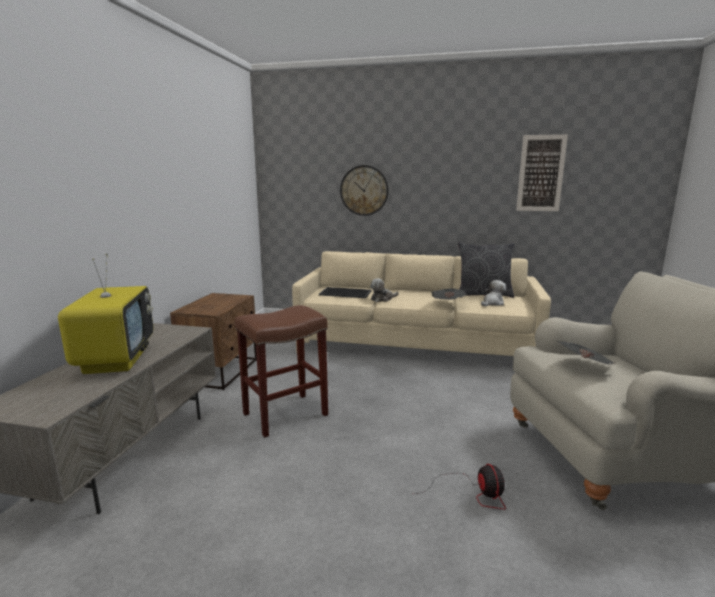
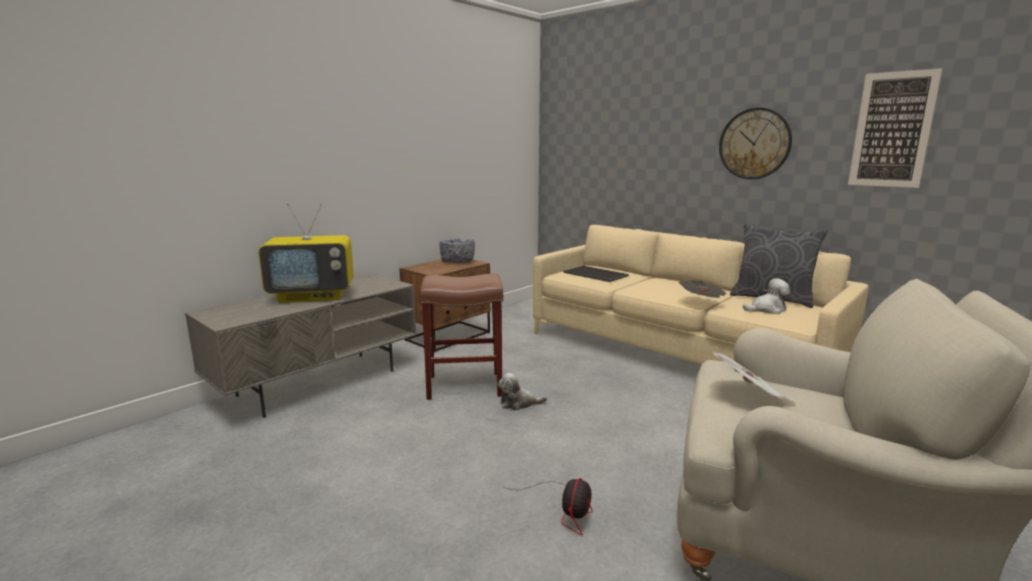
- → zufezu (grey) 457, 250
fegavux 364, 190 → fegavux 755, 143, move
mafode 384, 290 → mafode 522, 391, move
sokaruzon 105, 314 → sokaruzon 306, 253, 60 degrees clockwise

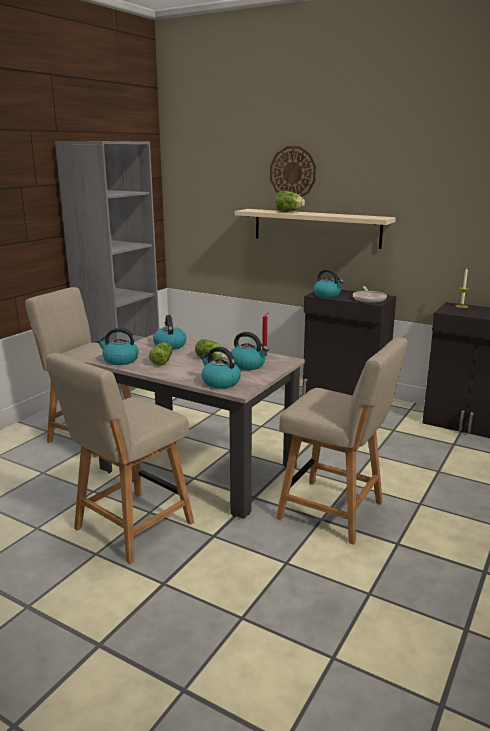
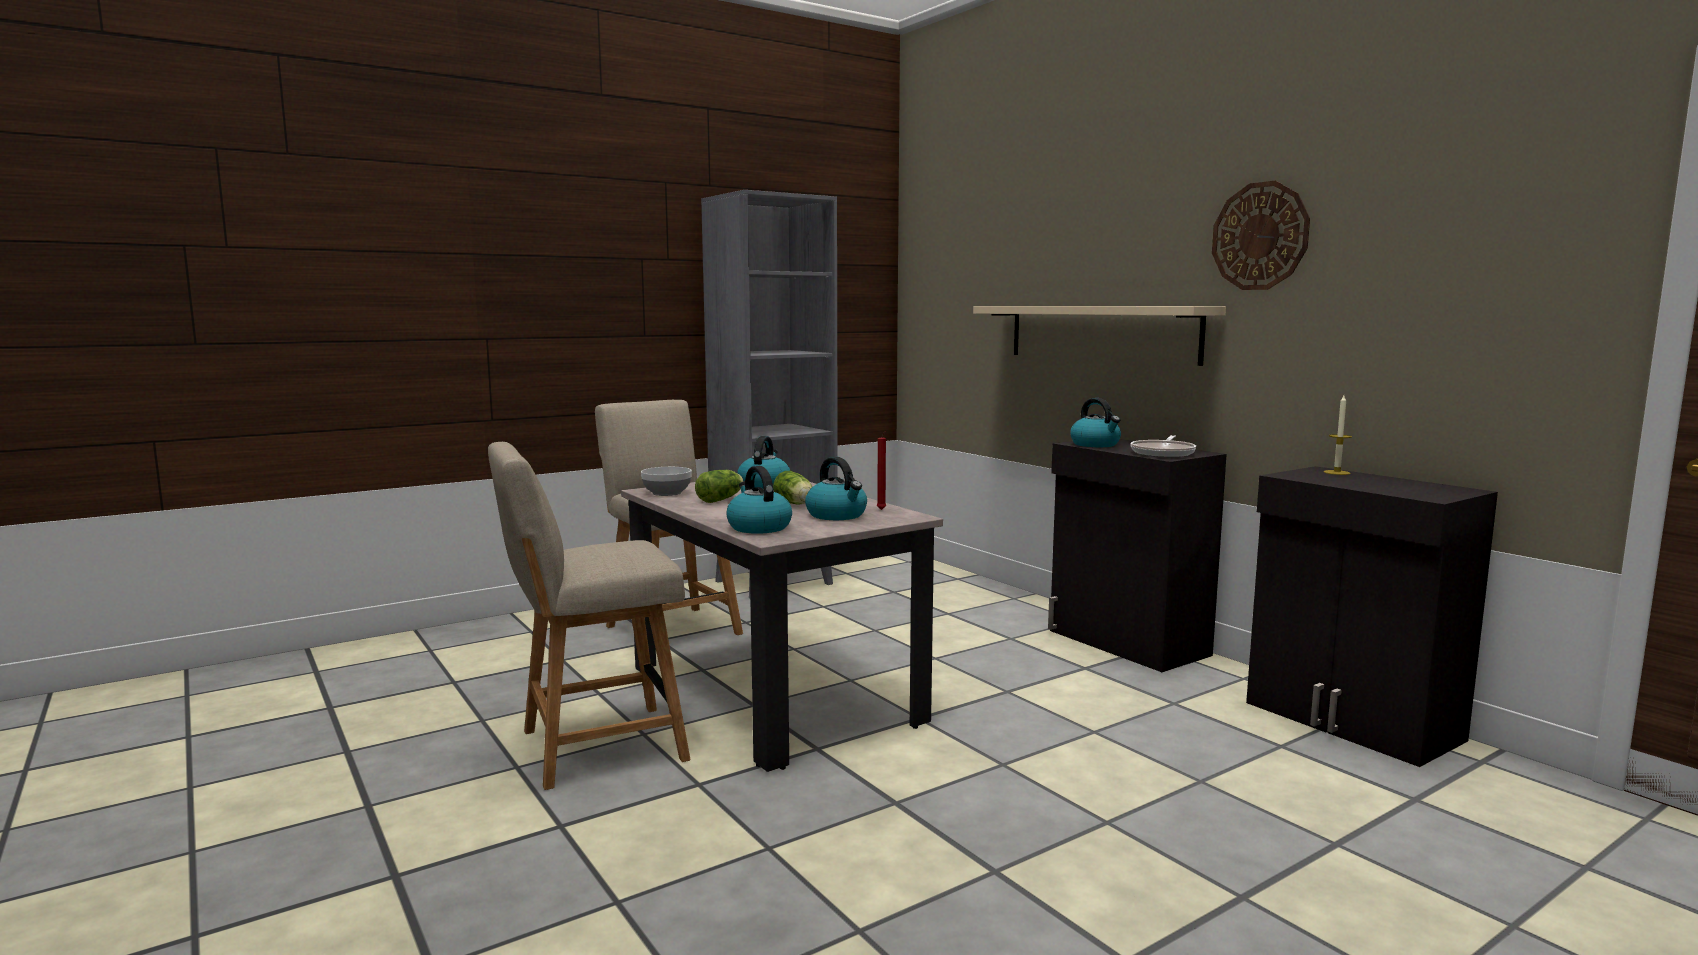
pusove 290, 201 → -
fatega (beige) 342, 441 → -
fegavux 293, 171 → fegavux 1261, 235, move
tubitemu 118, 346 → zufezu 666, 481

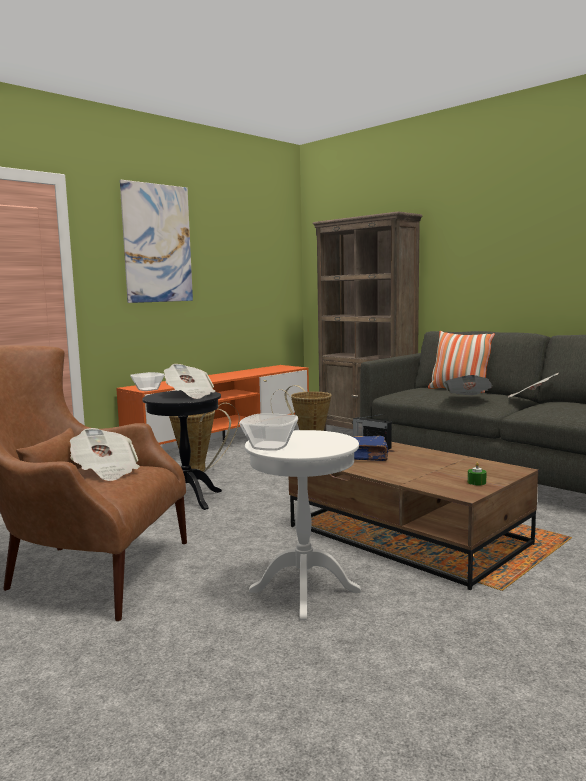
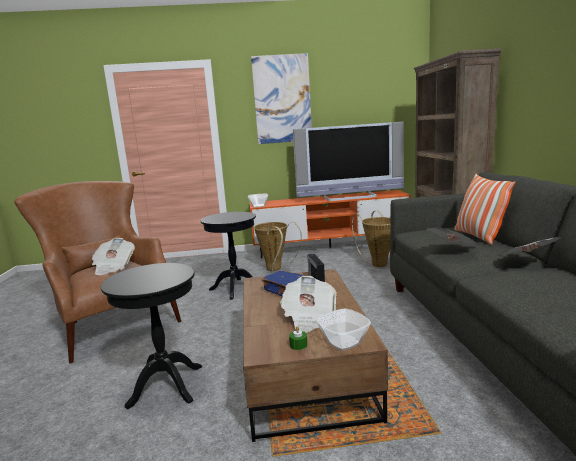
- → sokaruzon 348, 161
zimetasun 189, 381 → zimetasun 308, 304, move
zufezu 268, 432 → zufezu 343, 329, move
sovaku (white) 303, 525 → sovaku (black) 151, 336

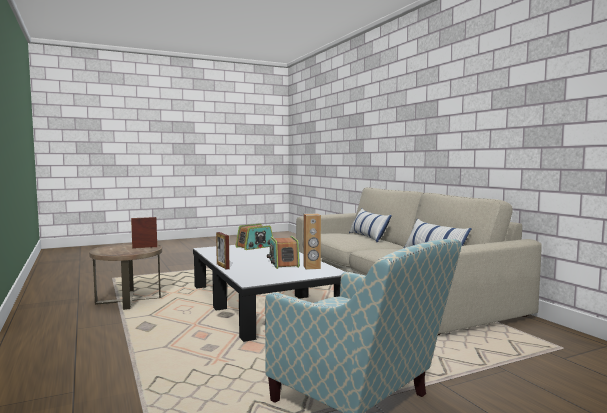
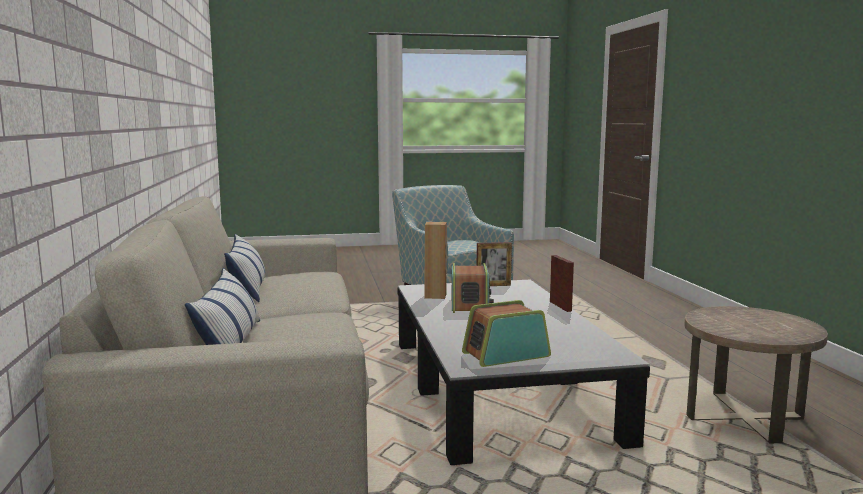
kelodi 144, 233 → kelodi 494, 264, move

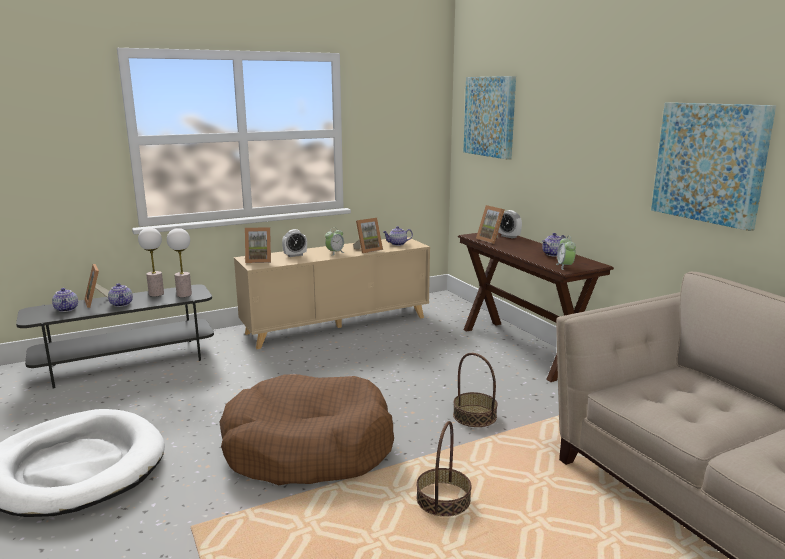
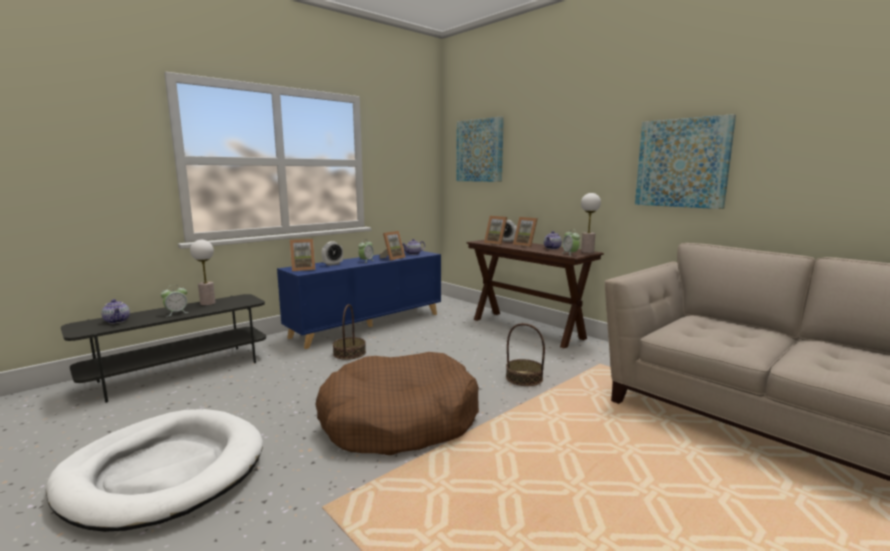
kelodi 96, 286 → kelodi 525, 232, move
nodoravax 179, 262 → nodoravax 591, 223, move
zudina 444, 469 → zudina 349, 332, move
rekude 120, 295 → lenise 174, 300
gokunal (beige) 332, 293 → gokunal (blue) 359, 300

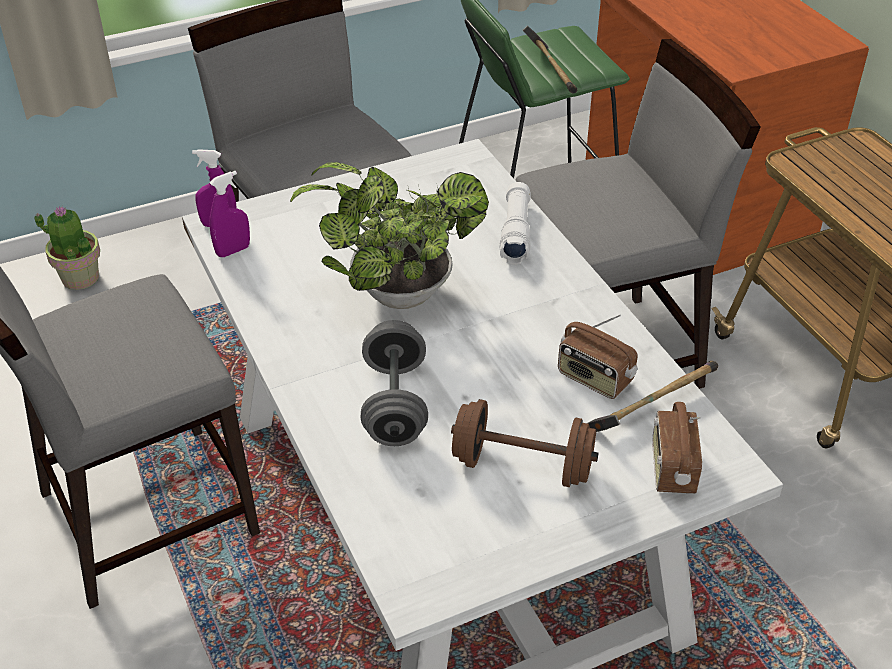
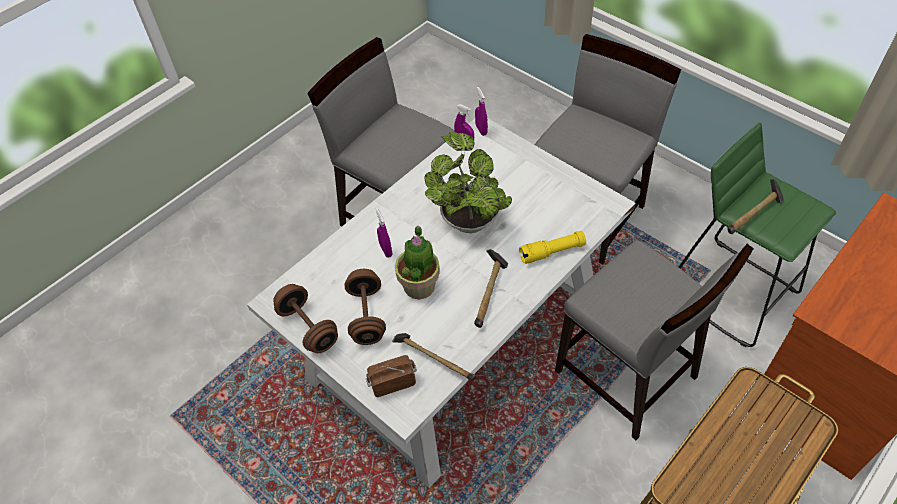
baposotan 598, 357 → -
- → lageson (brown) 305, 318
- → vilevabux 491, 288
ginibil 67, 248 → ginibil 417, 262, move
lageson (grey) 394, 383 → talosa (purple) 384, 233
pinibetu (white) 515, 223 → pinibetu (yellow) 552, 247

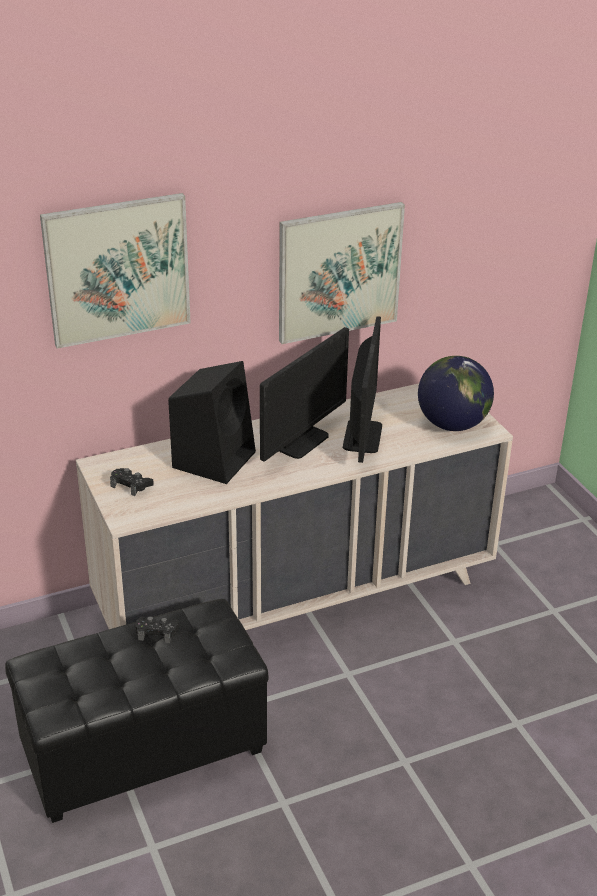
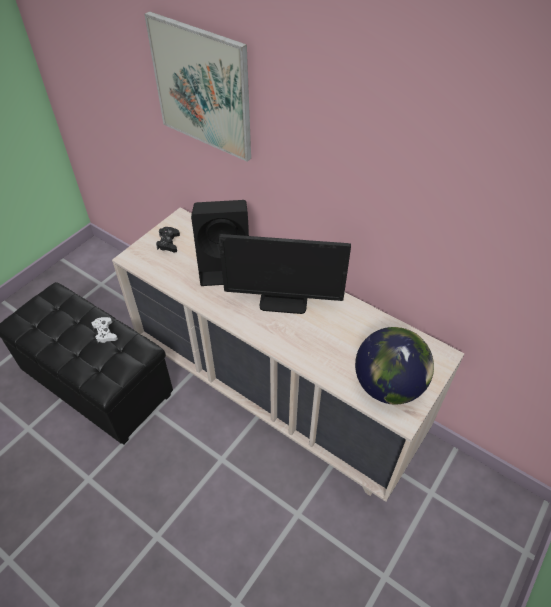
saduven 342, 273 → -
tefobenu 362, 389 → -
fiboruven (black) 157, 629 → fiboruven (white) 104, 330

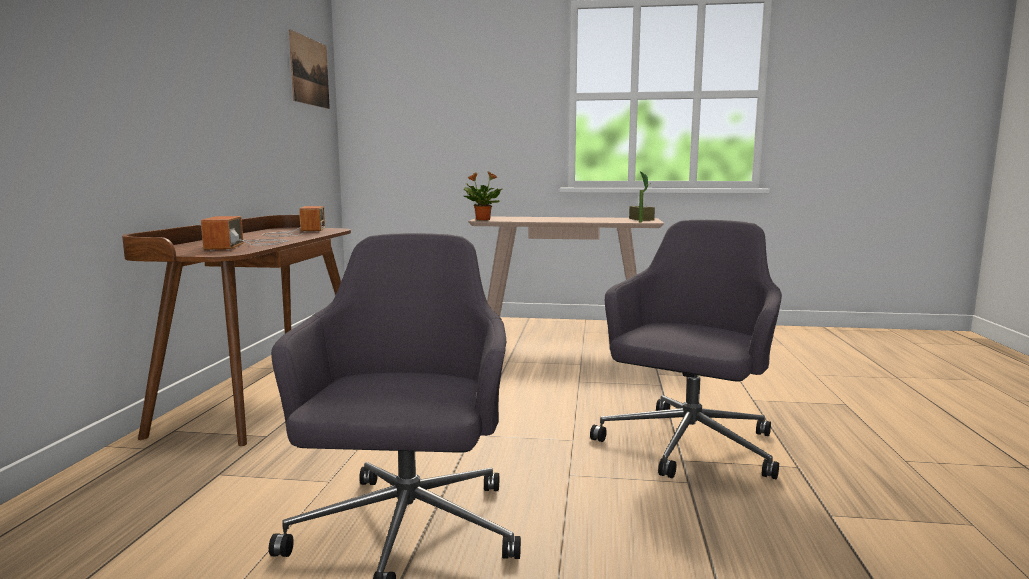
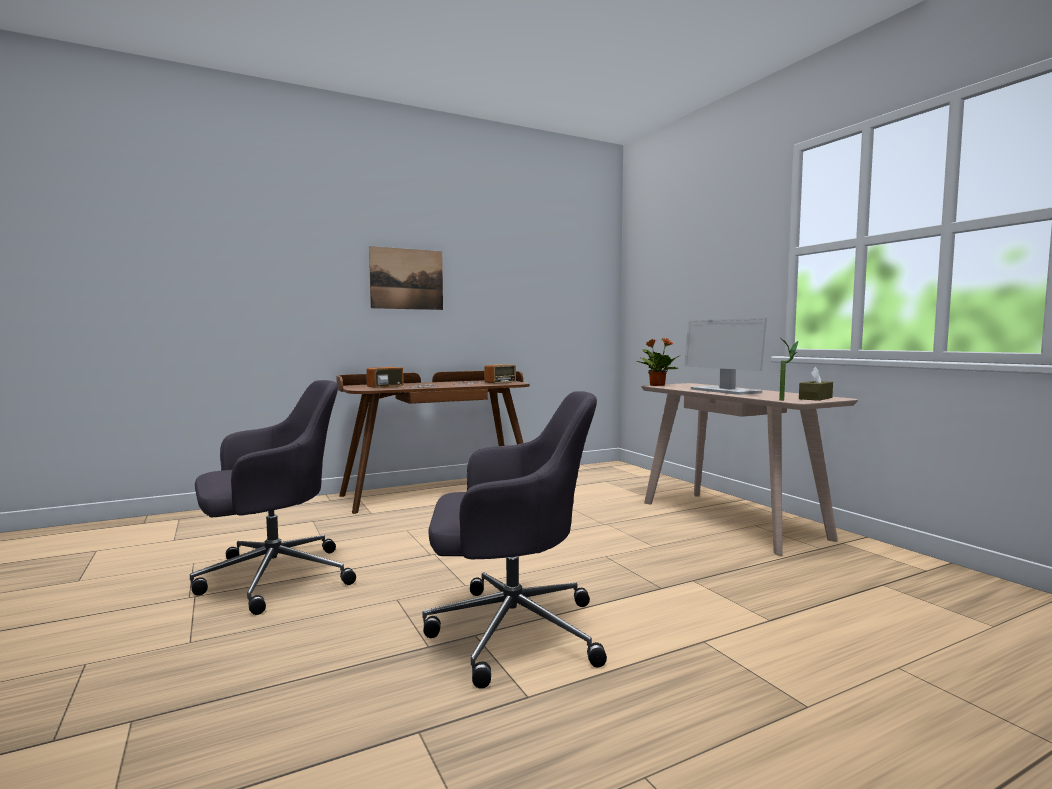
- → tefobenu 725, 356
saduven 309, 69 → saduven 406, 278, move

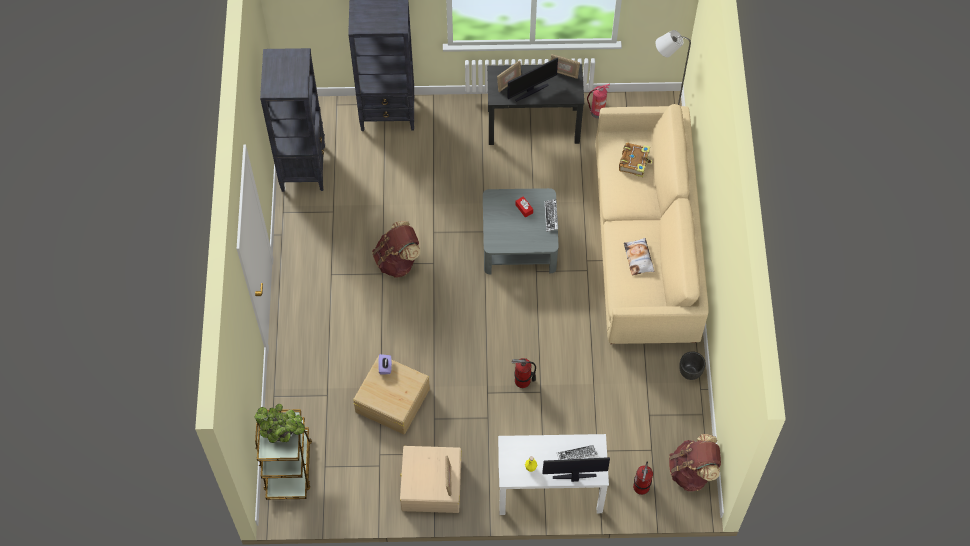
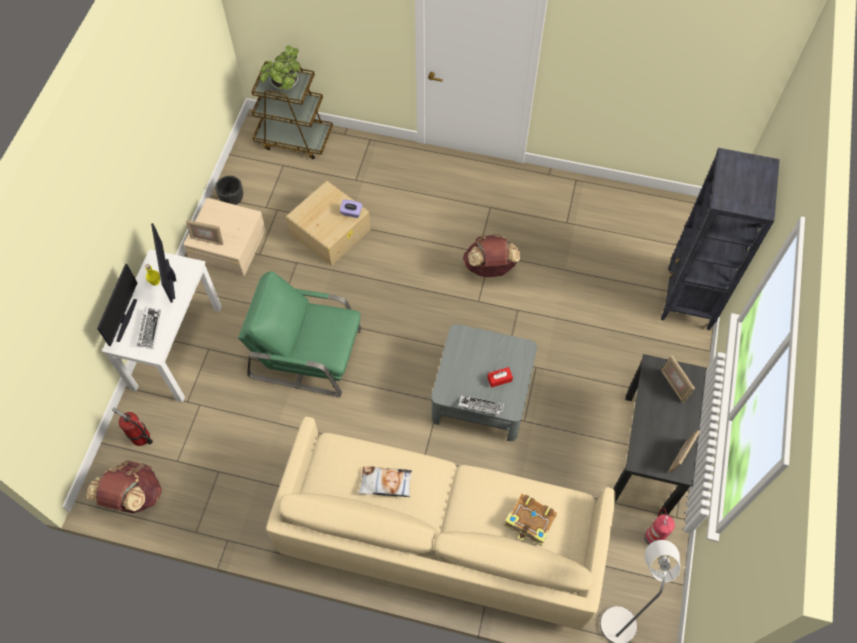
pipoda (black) 292, 120 → -
tefobenu 532, 80 → tefobenu 163, 263, move
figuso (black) 692, 365 → figuso (black) 229, 190, move
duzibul 524, 373 → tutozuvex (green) 299, 334

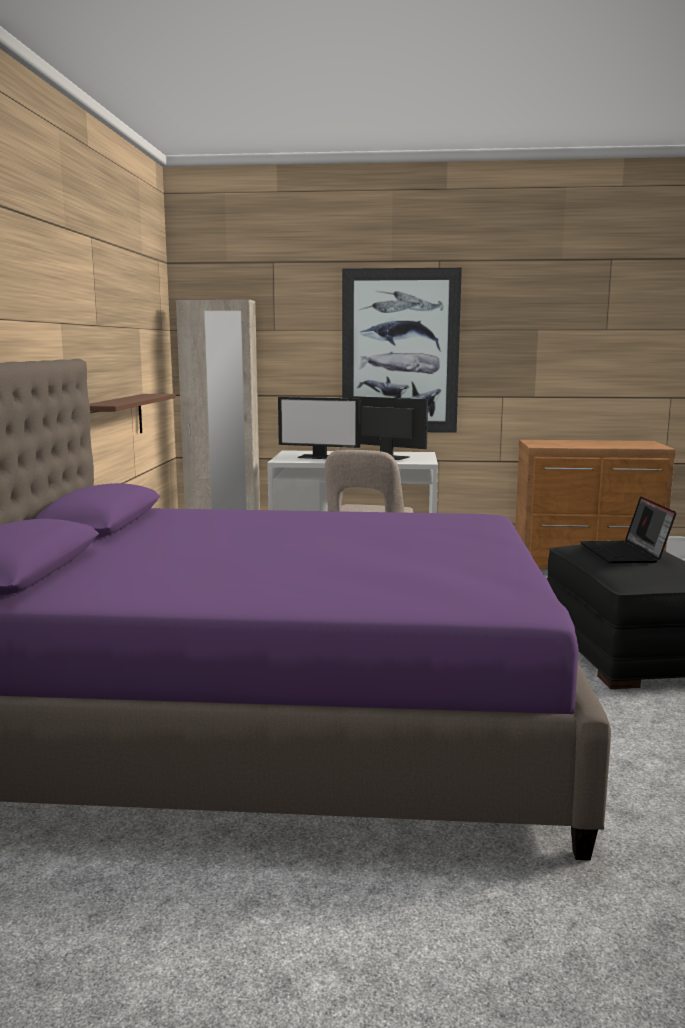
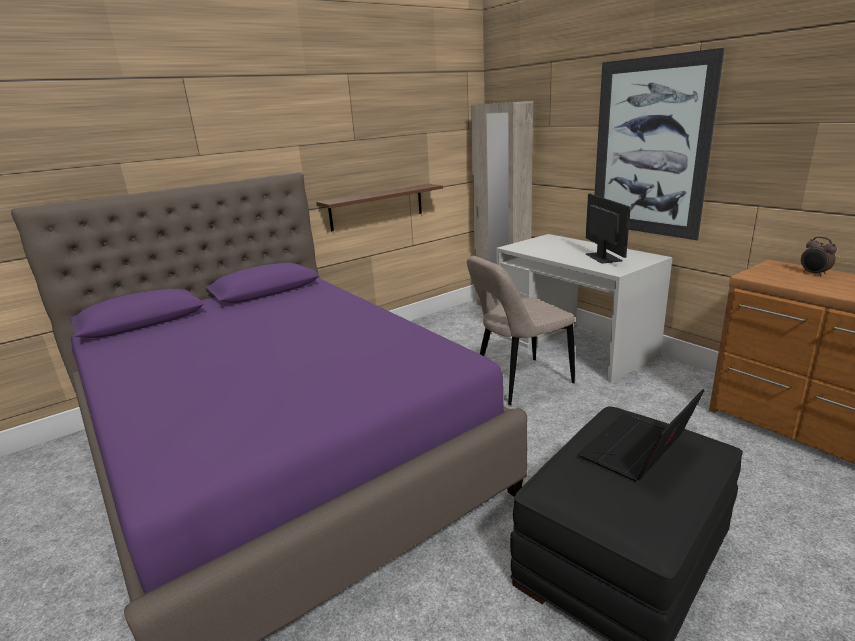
tefobenu 319, 428 → -
- → lenise 819, 256

